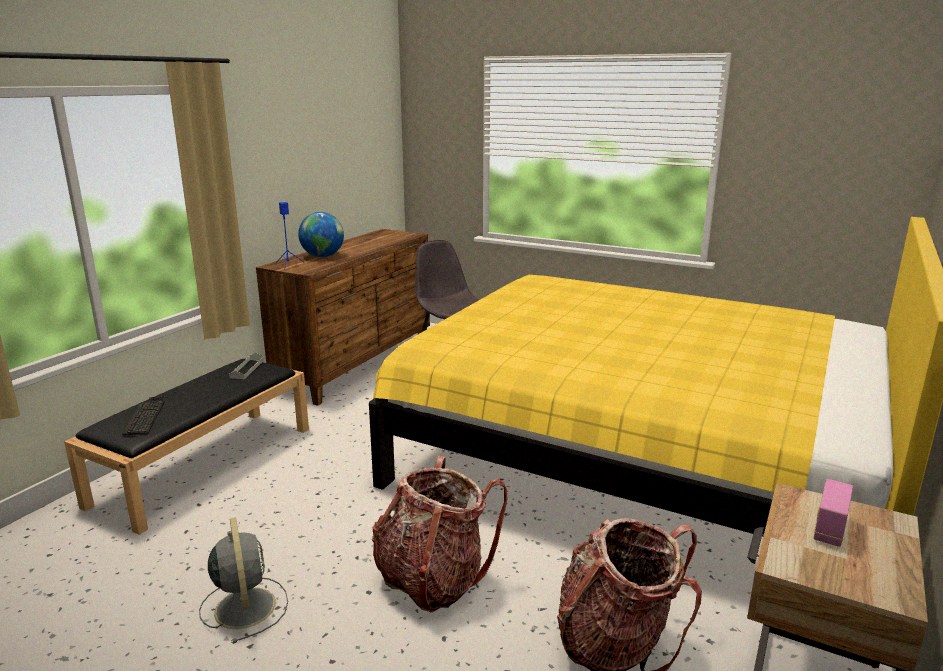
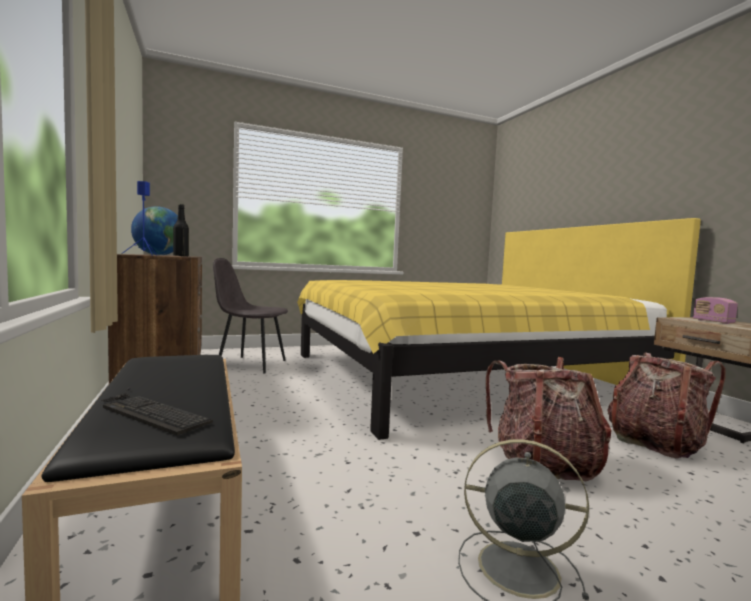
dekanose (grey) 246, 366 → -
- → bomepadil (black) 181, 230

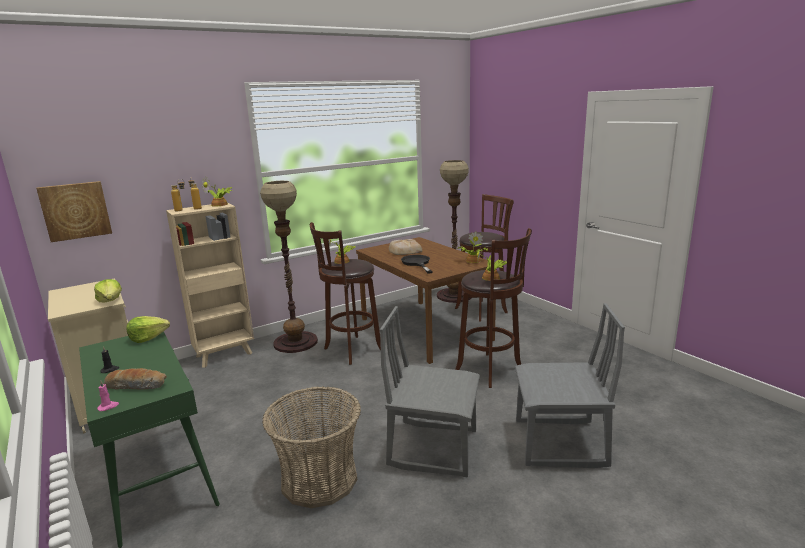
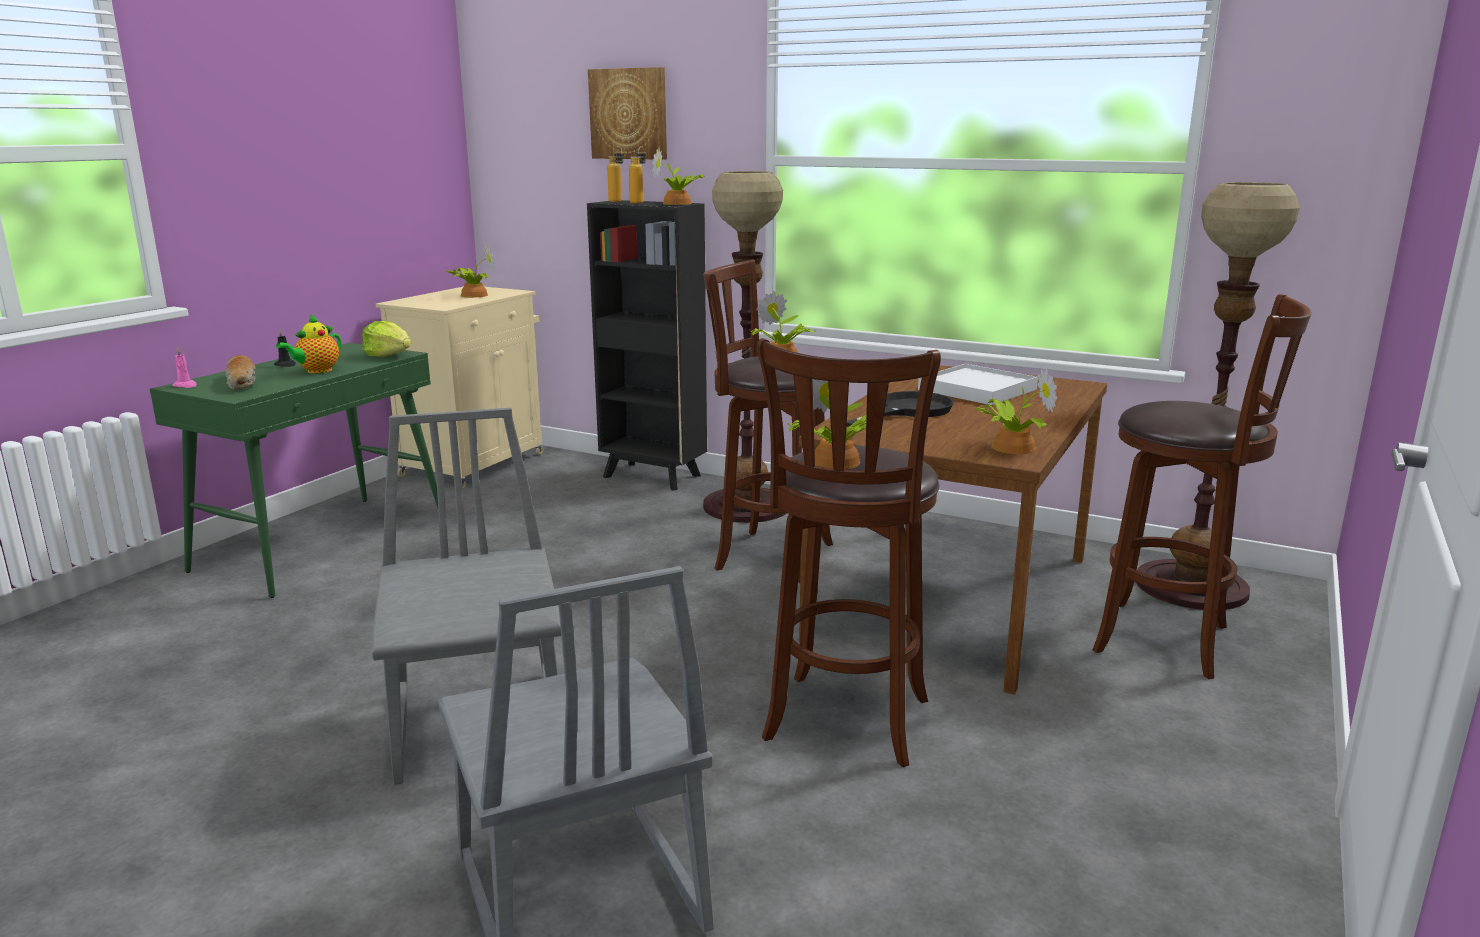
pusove 108, 291 → -
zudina 311, 447 → -
- → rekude 309, 343
- → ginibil 470, 271
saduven 74, 211 → saduven 627, 113, move
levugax 406, 247 → dekanose (white) 978, 384
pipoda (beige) 210, 285 → pipoda (black) 647, 345

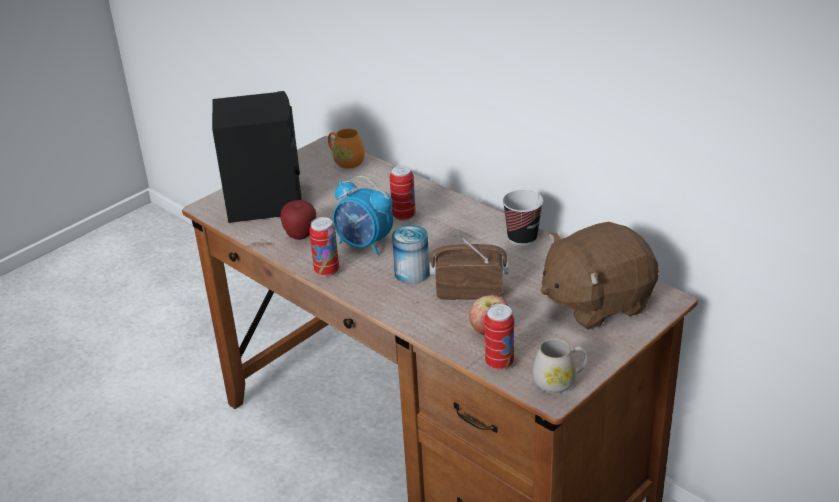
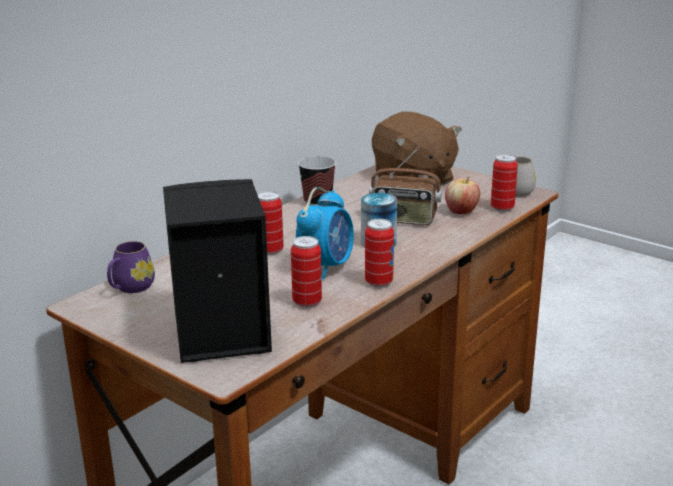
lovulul 298, 220 → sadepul 306, 272
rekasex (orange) 346, 148 → rekasex (purple) 131, 267
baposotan 469, 265 → baposotan 405, 186, 75 degrees counterclockwise

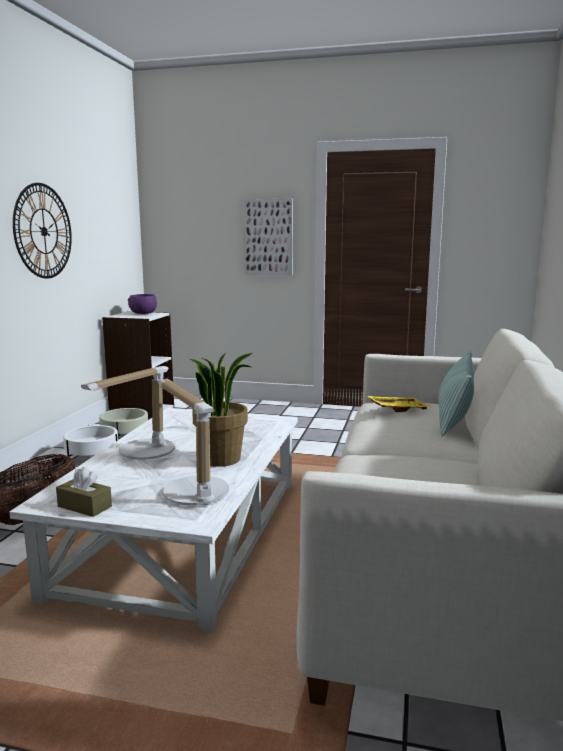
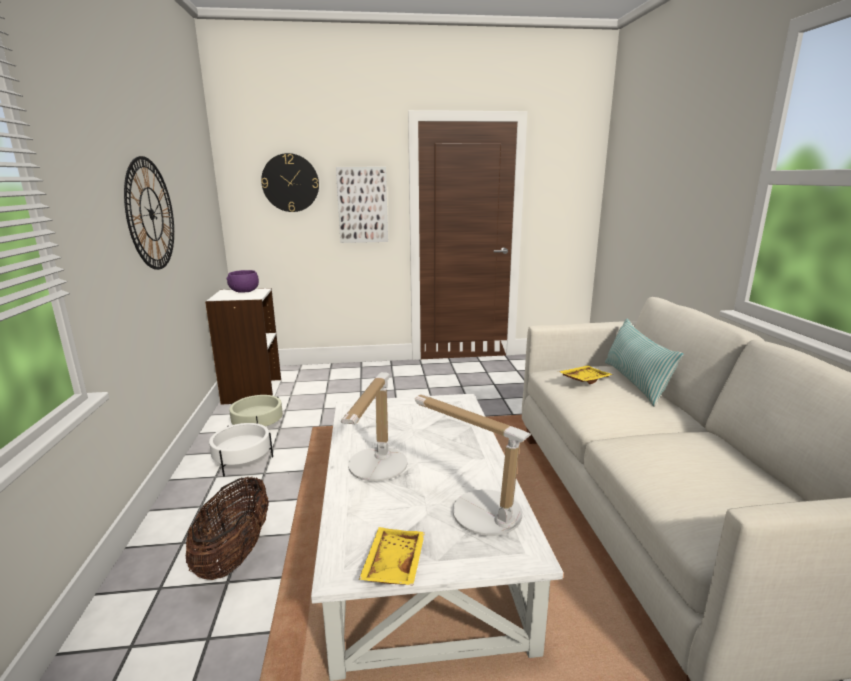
ginibil 221, 409 → -
- → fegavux 290, 182
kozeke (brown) 84, 492 → dekanose (yellow) 392, 556

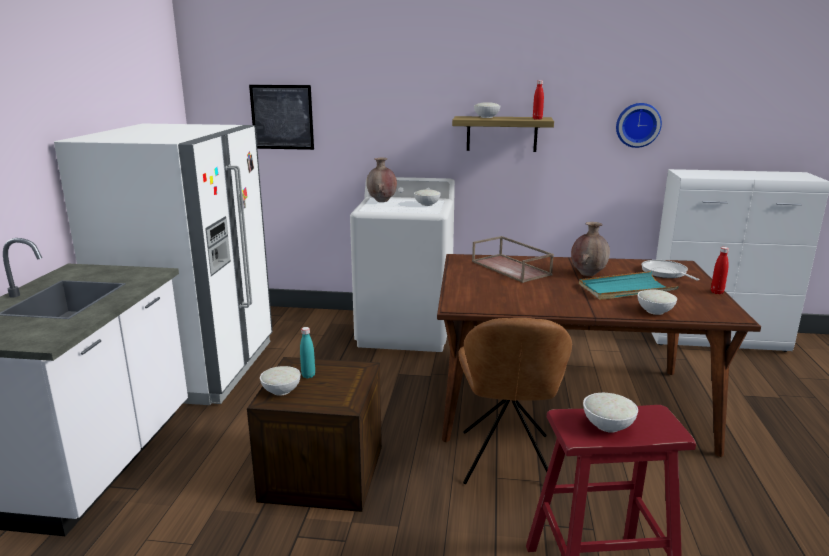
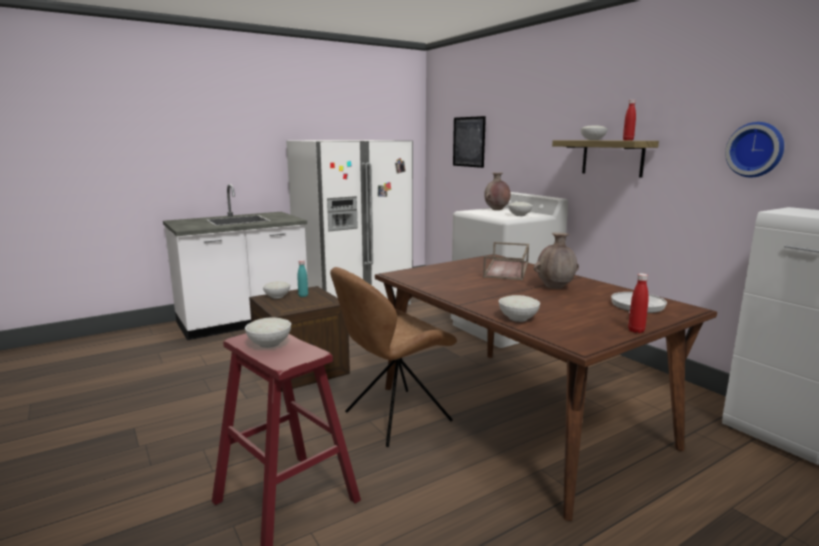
dekanose (turquoise) 629, 285 → -

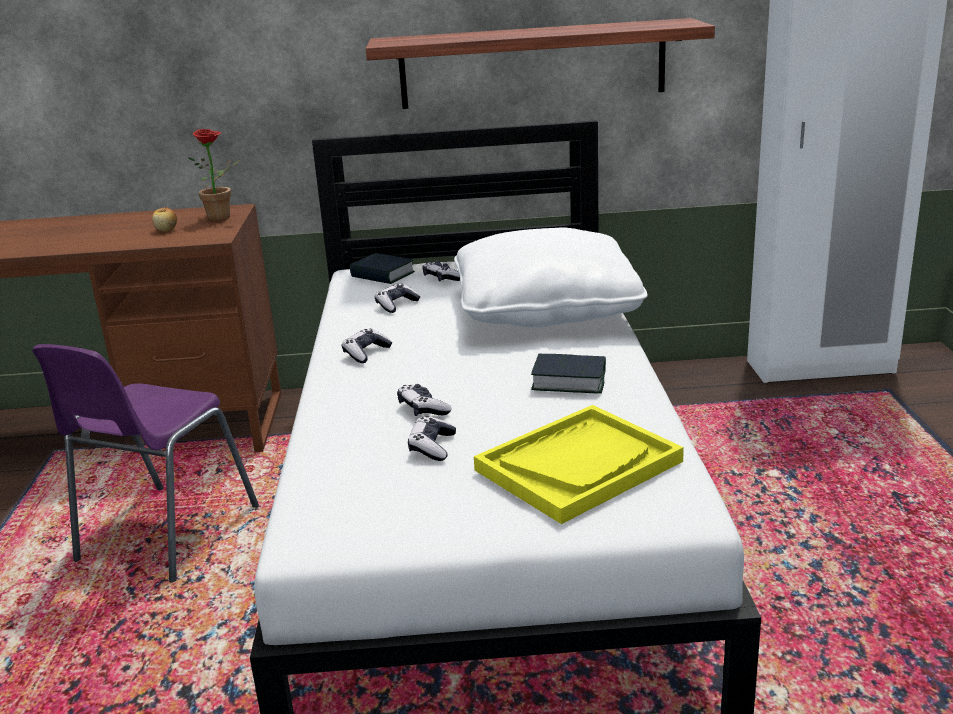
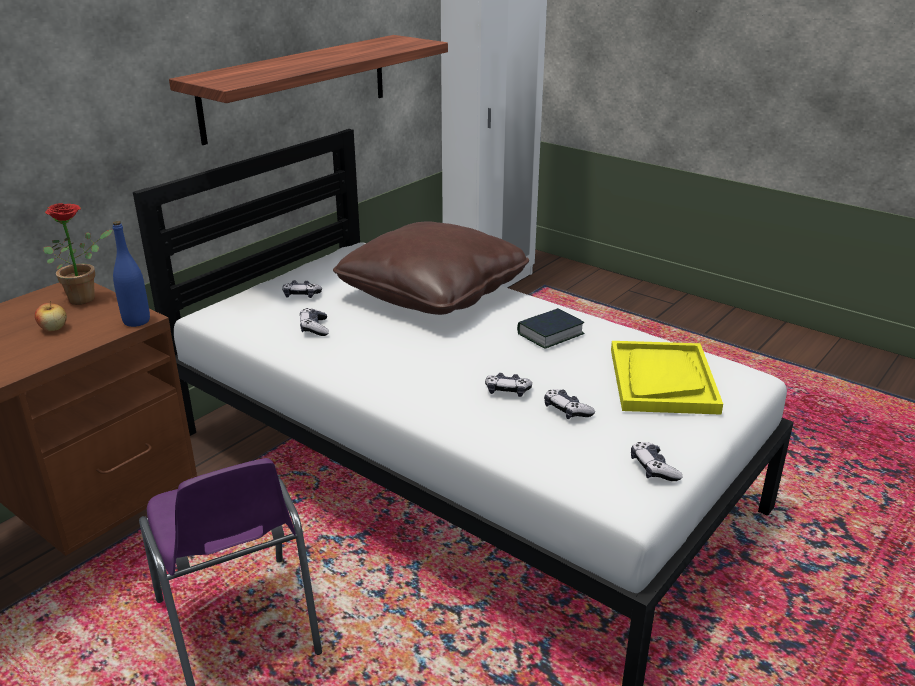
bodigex 382, 268 → -
- → bomepadil (blue) 131, 274
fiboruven 367, 346 → fiboruven 657, 461, move
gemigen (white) 551, 277 → gemigen (brown) 431, 268

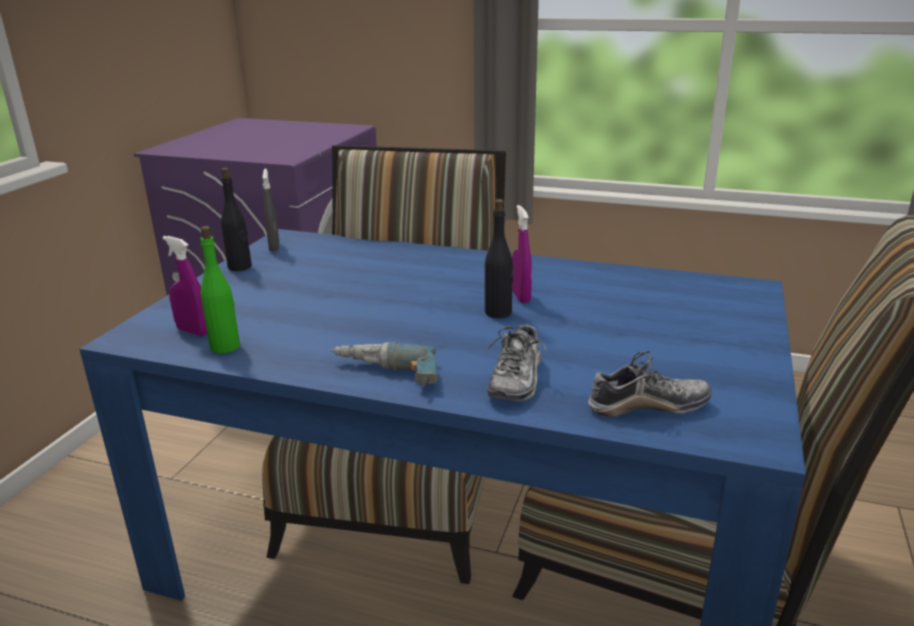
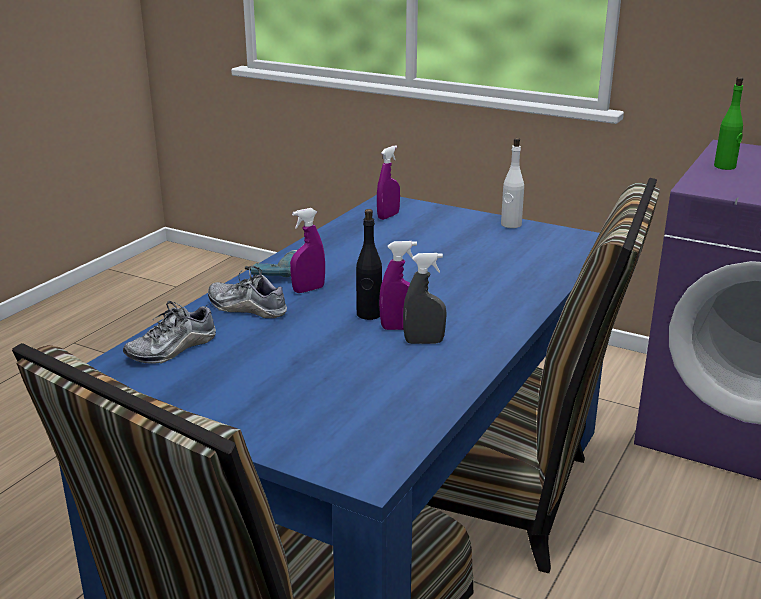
- → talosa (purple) 307, 250
bomepadil (green) 220, 289 → bomepadil (green) 728, 123, move
talosa (grey) 270, 210 → talosa (grey) 425, 298, move
bomepadil (black) 236, 219 → bomepadil (white) 512, 183
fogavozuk 649, 384 → fogavozuk 169, 332, 45 degrees clockwise

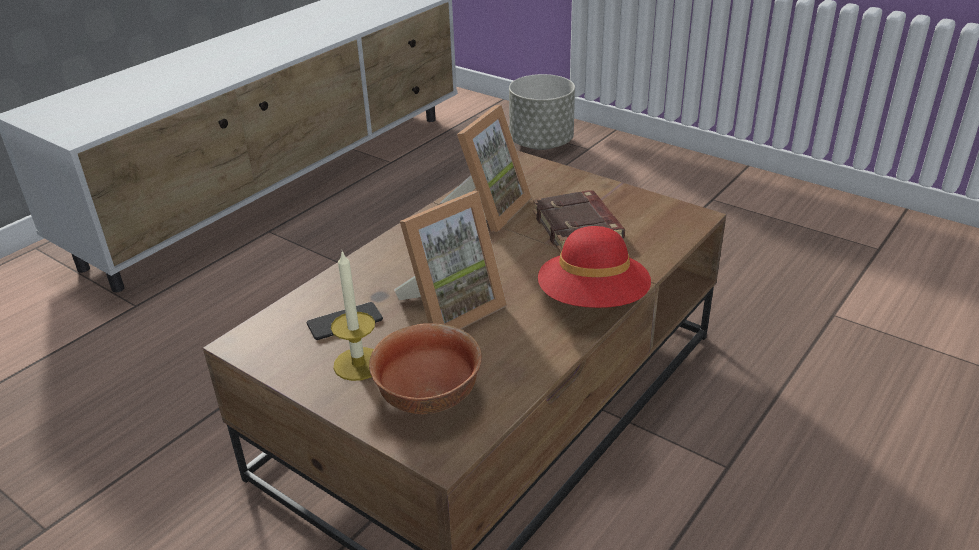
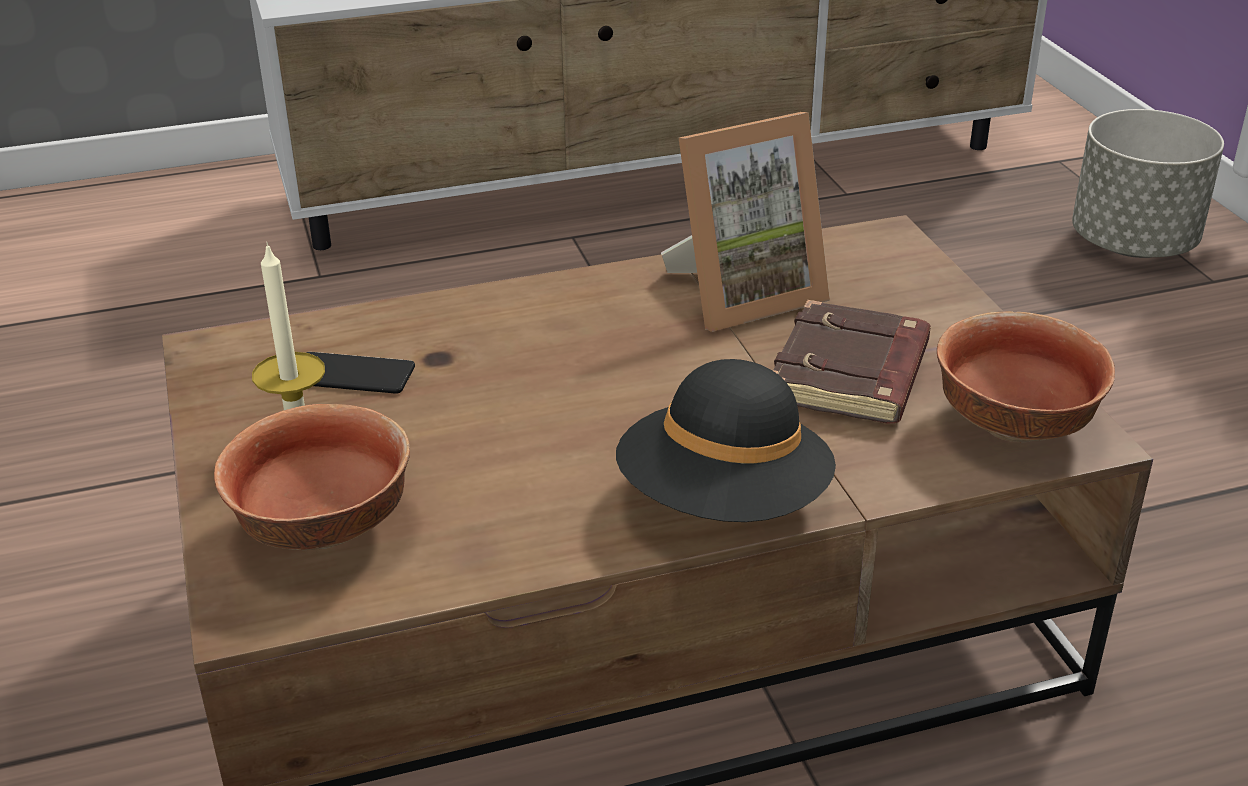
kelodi 450, 260 → -
- → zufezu 1026, 376
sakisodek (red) 594, 267 → sakisodek (black) 726, 440

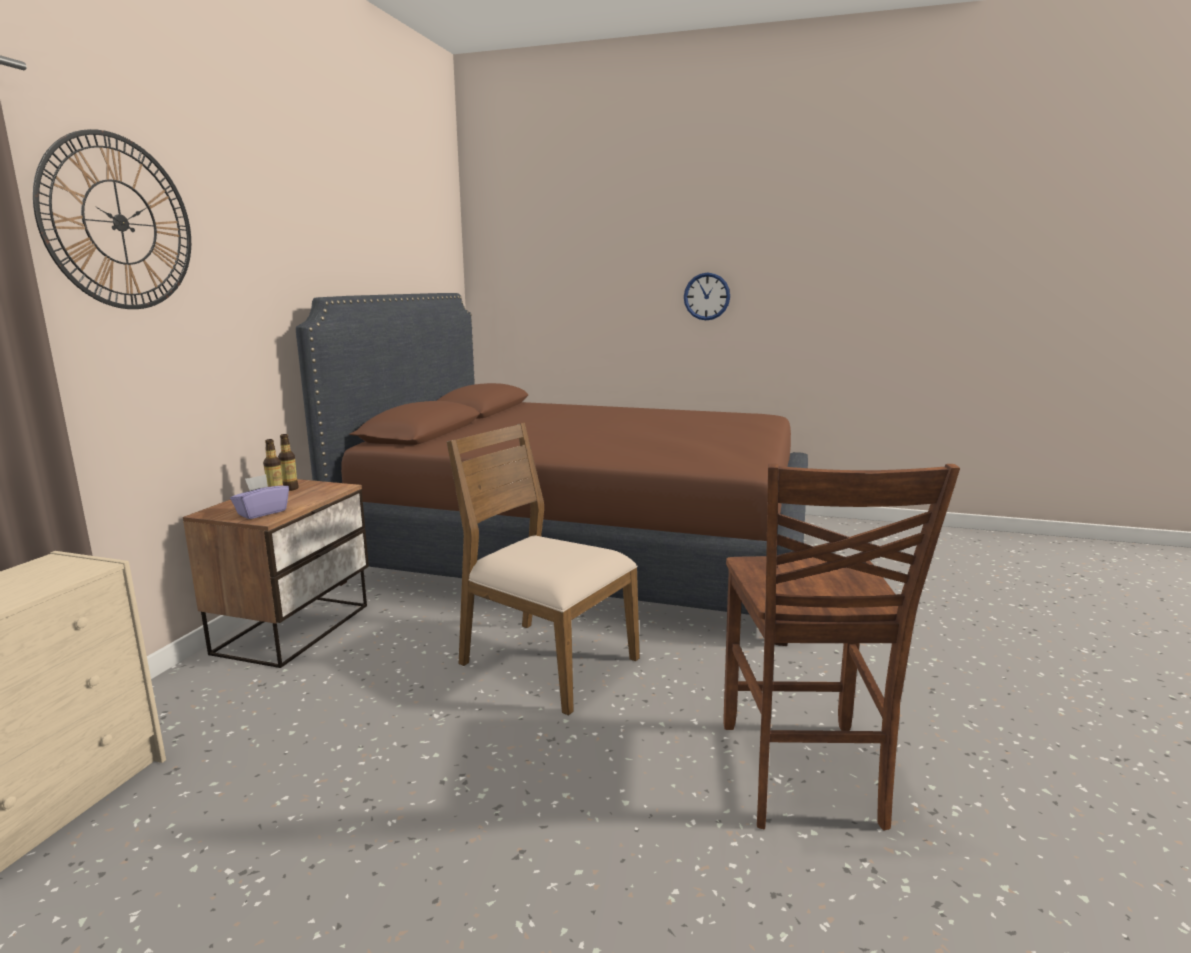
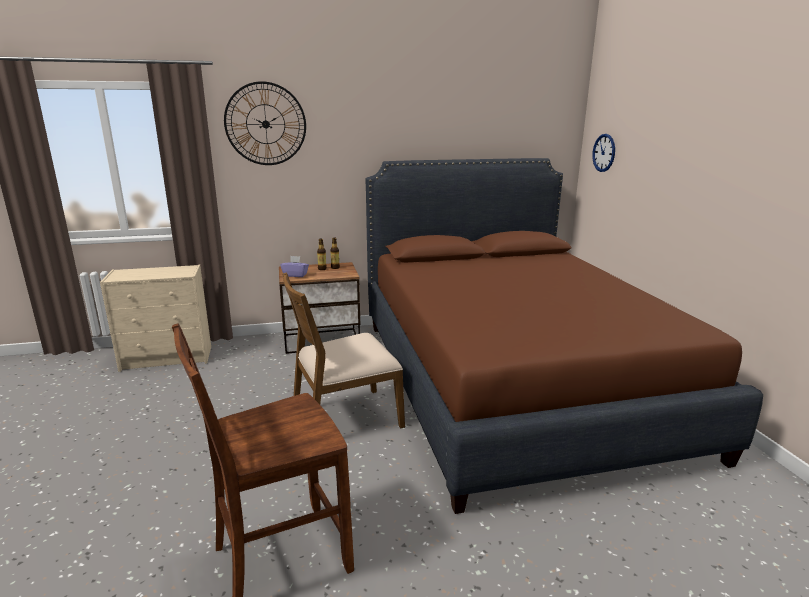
fegavux 707, 296 → fegavux 603, 153, move
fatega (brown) 543, 569 → fatega (brown) 343, 350, 120 degrees counterclockwise

